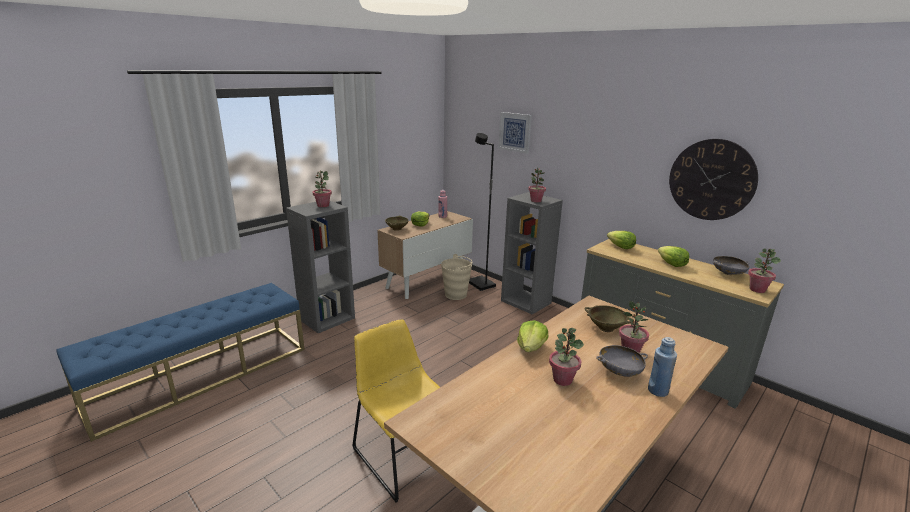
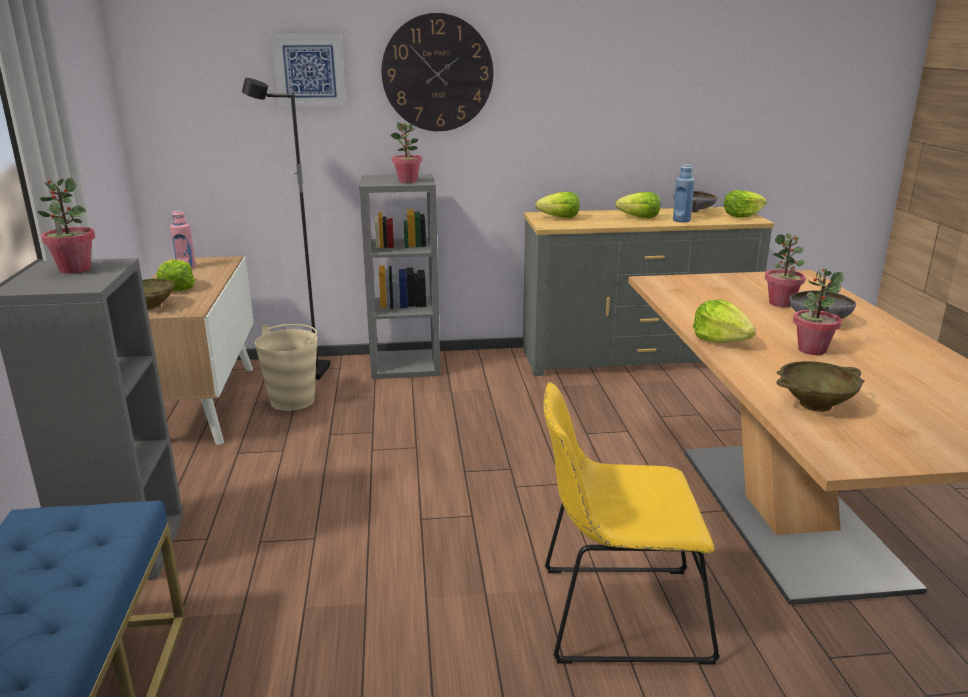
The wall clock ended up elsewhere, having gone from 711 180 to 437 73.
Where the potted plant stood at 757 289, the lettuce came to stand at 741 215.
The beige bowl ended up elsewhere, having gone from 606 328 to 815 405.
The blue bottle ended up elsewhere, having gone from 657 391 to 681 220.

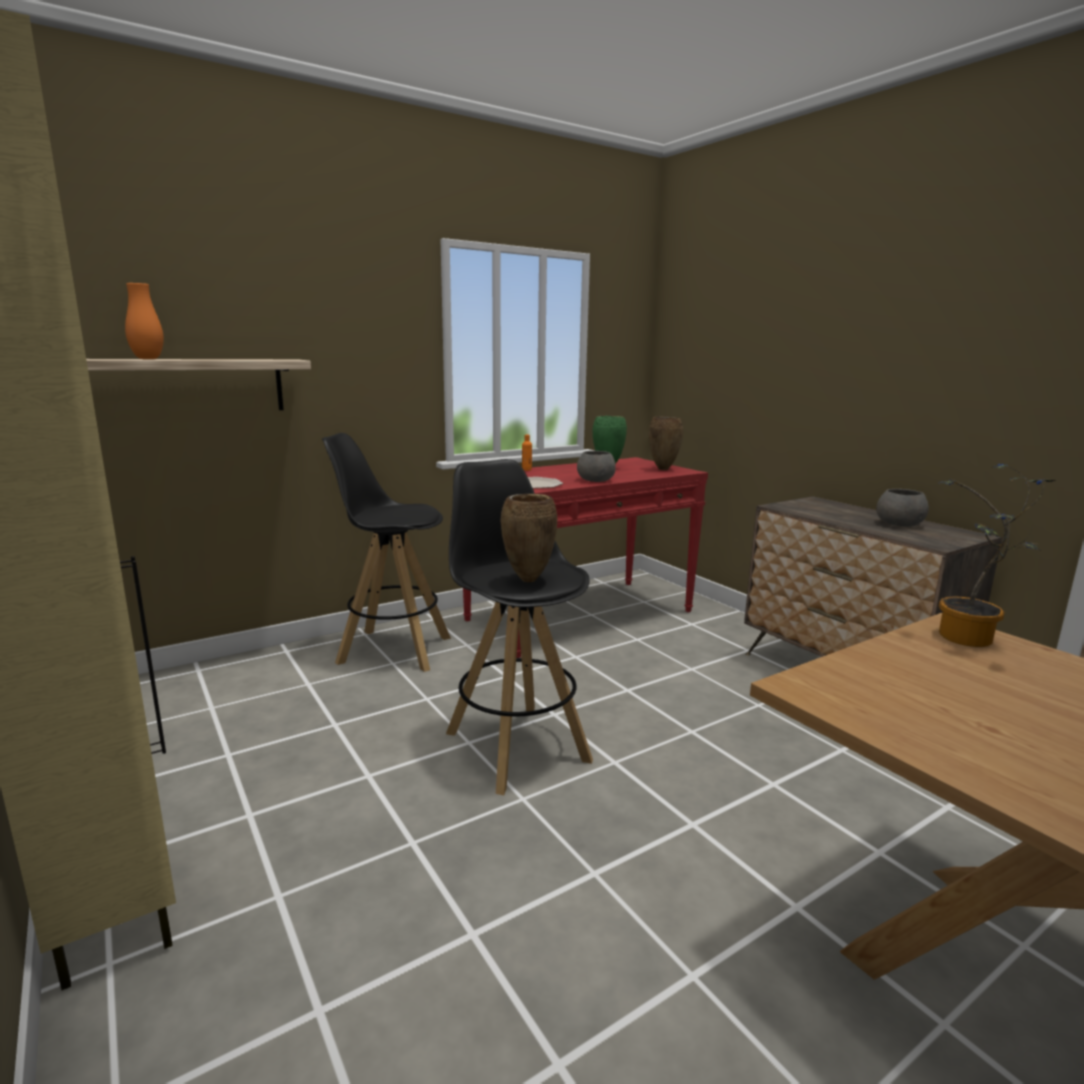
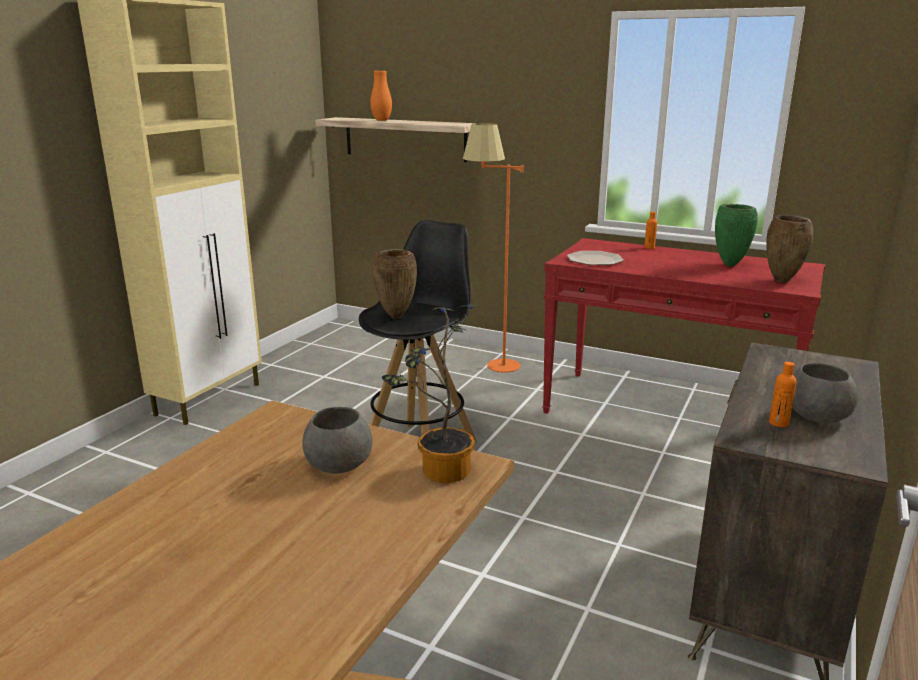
Where the black stool stood at 393 650, the orange floor lamp came to stand at 492 369.
The grey bowl ended up elsewhere, having gone from 596 480 to 338 464.
The second view gained the orange bottle at 778 423.

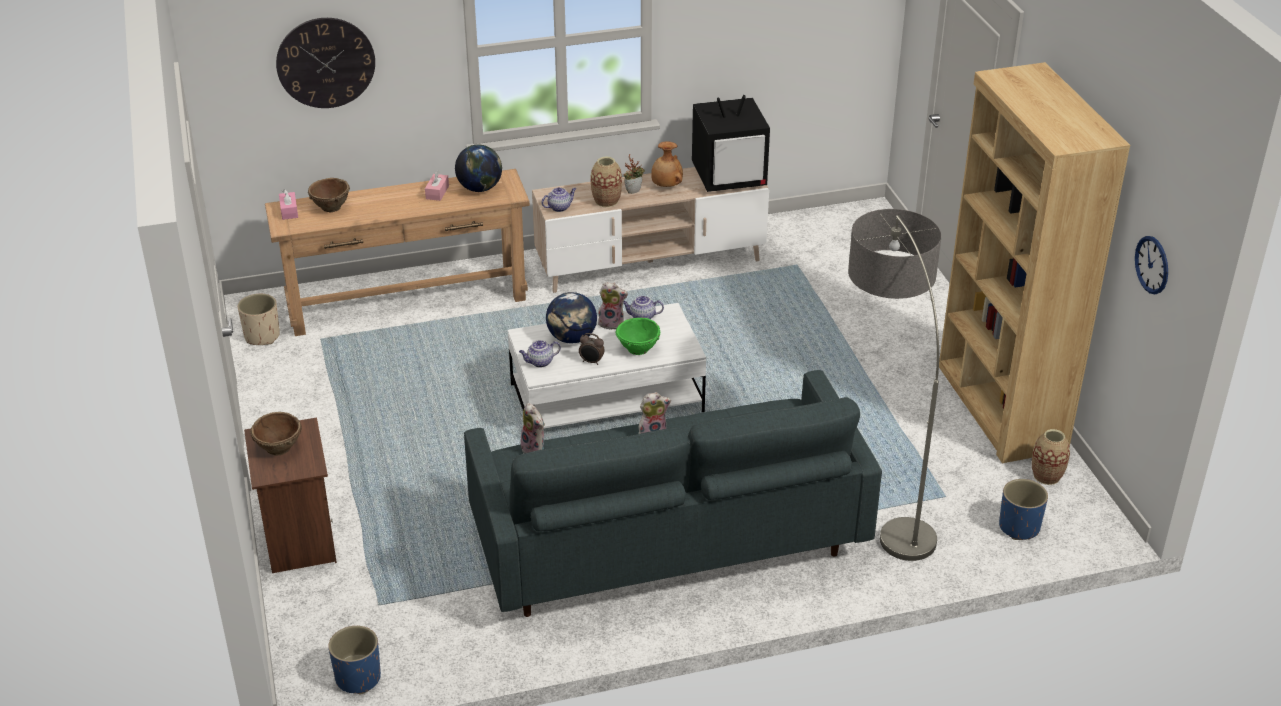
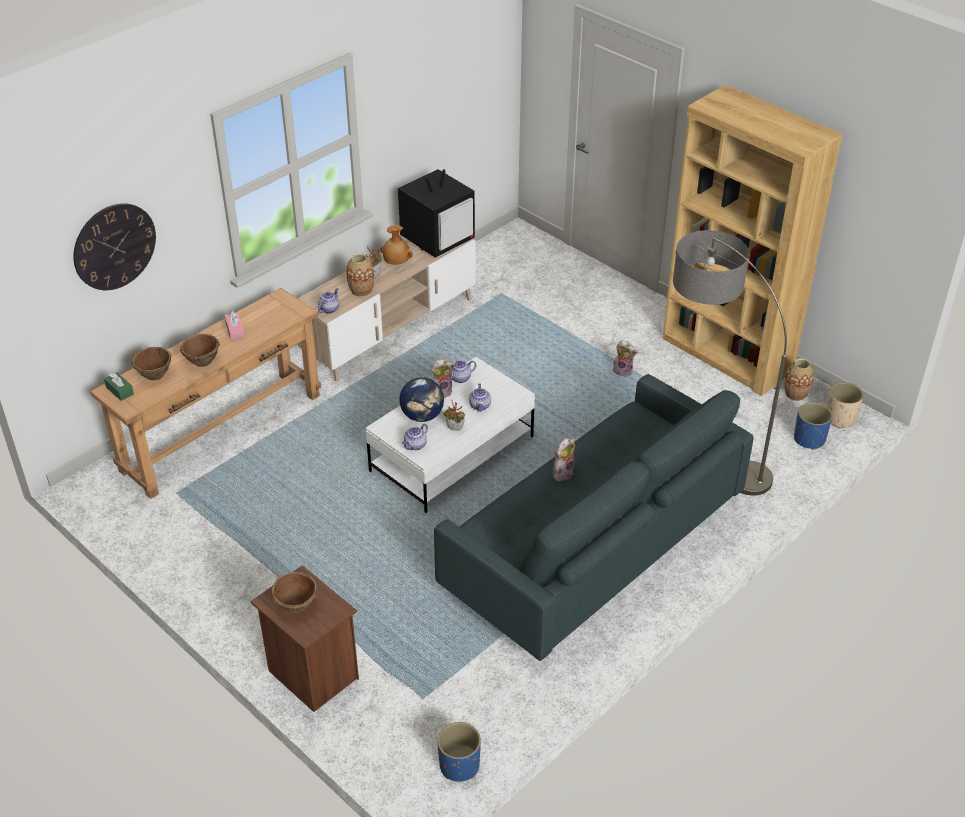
The second view lost the globe at 480 189.
What was the pink tissue box at 289 211 turned into the green tissue box at 120 391.
The second view lost the wall clock at 1152 264.
The beige planter ended up elsewhere, having gone from 262 336 to 840 418.
Where the green bowl stood at 638 349, the teapot came to stand at 480 406.
Where the alarm clock stood at 591 362, the potted plant came to stand at 454 430.
The plush toy ended up elsewhere, having gone from 535 449 to 623 371.
The second view gained the brown bowl at 202 361.

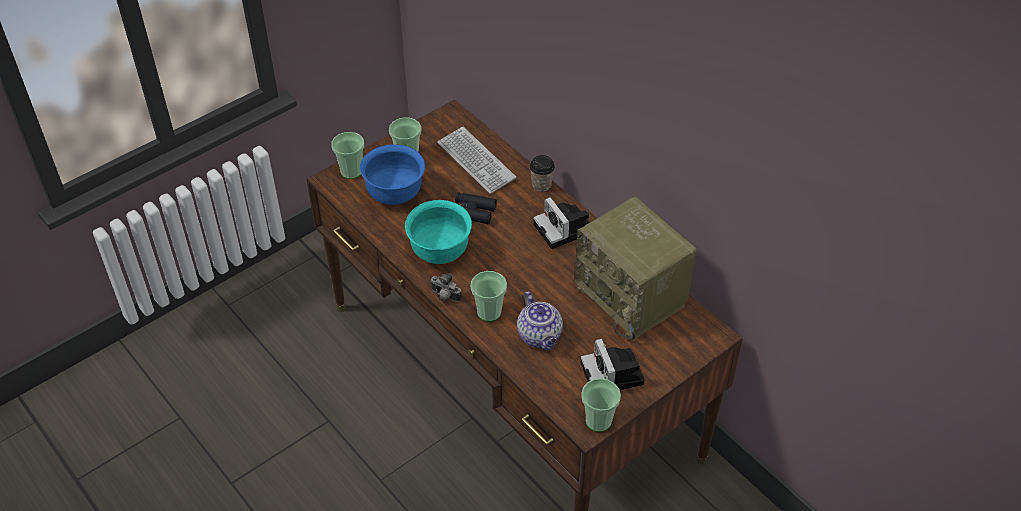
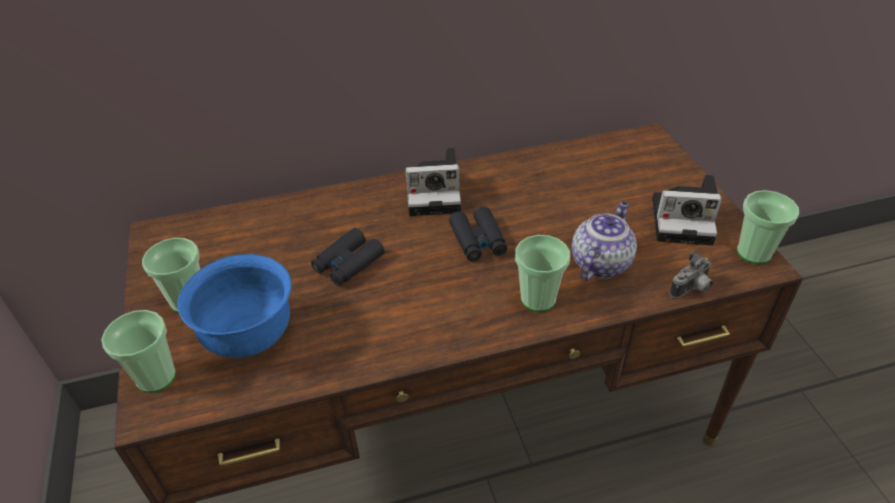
The second view lost the keyboard at 476 161.
The second view lost the cup at 541 185.
The second view lost the radio at 632 297.
The second view lost the turquoise bowl at 440 252.
The photo camera ended up elsewhere, having gone from 444 297 to 691 289.
The teapot at 540 336 ended up facing another way, 60 degrees counterclockwise from before.
The second view gained the black binoculars at 478 240.

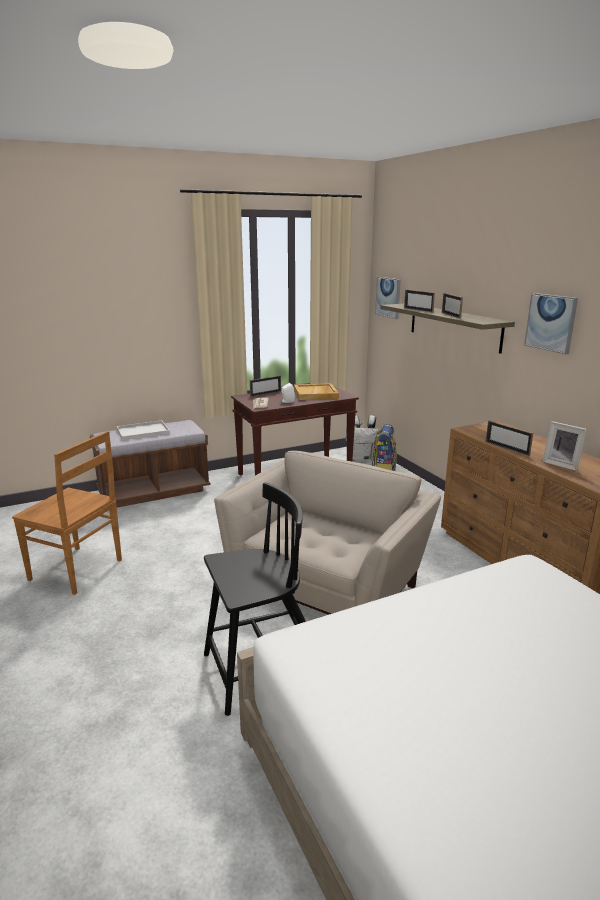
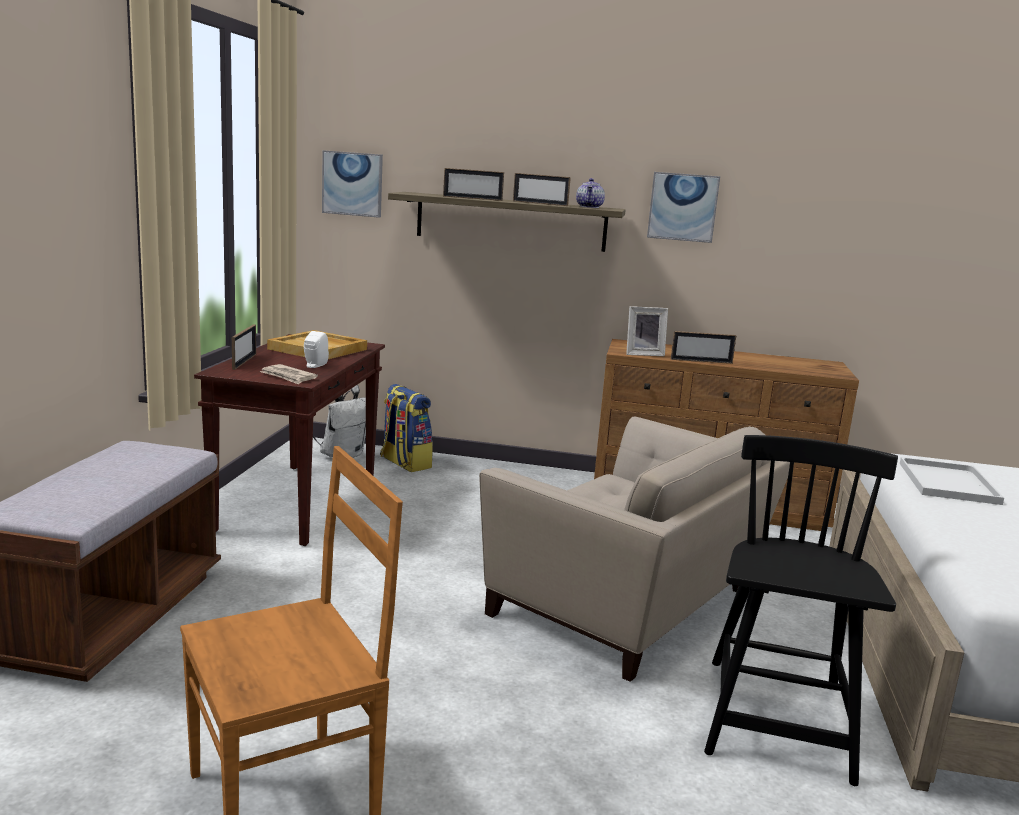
The white tray ended up elsewhere, having gone from 144 431 to 946 482.
The picture frame ended up elsewhere, having gone from 562 464 to 643 354.
The beige armchair at 327 585 ended up facing another way, 150 degrees clockwise from before.
The second view gained the teapot at 589 207.

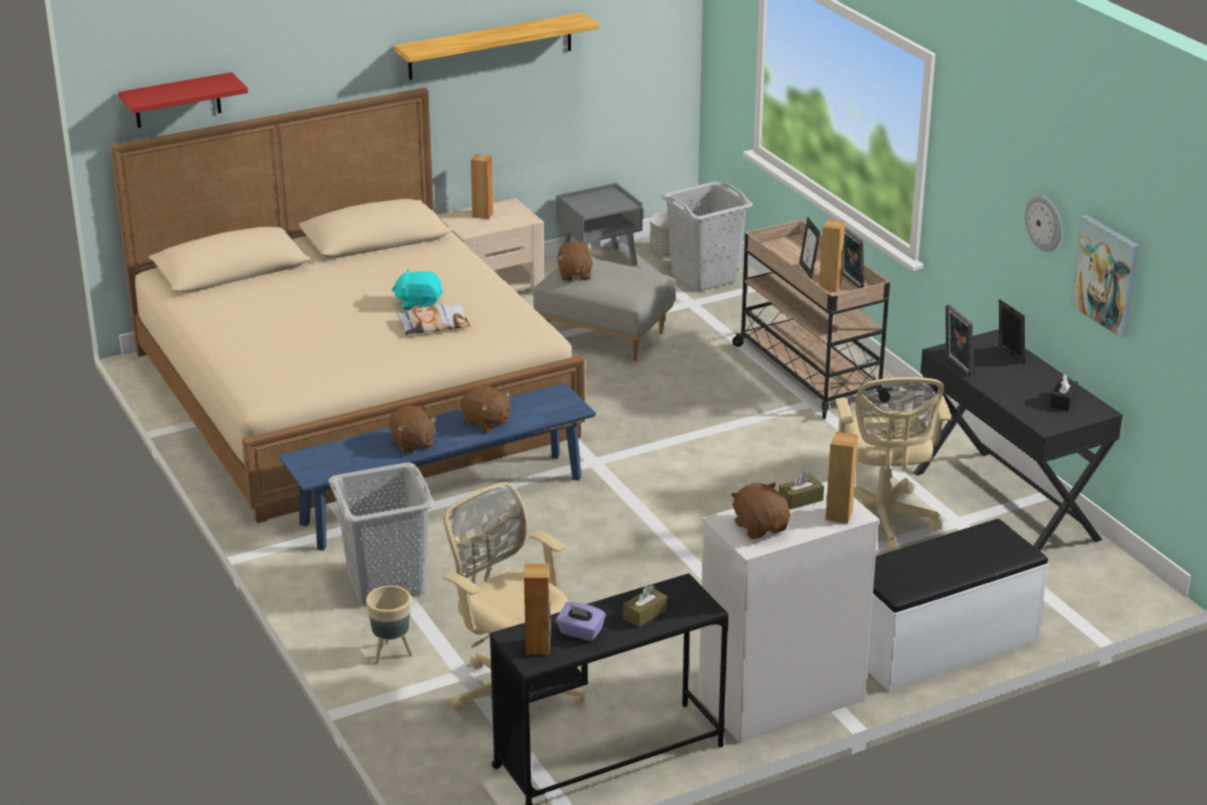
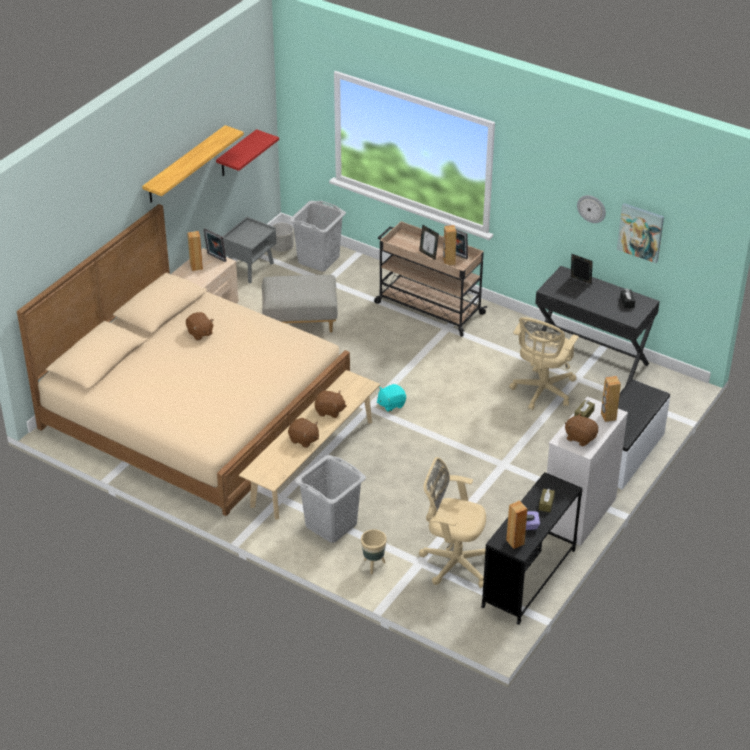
The red shelf ended up elsewhere, having gone from 177 100 to 236 154.
The brown plush toy ended up elsewhere, having gone from 574 275 to 200 333.
The turquoise plush toy ended up elsewhere, having gone from 419 303 to 391 404.
The second view lost the pillow at 433 325.
The picture frame ended up elsewhere, having gone from 956 366 to 215 258.
The beige office chair at 882 523 ended up facing another way, 60 degrees clockwise from before.
What was the blue bench at 443 501 turned into the beige bench at 312 463.

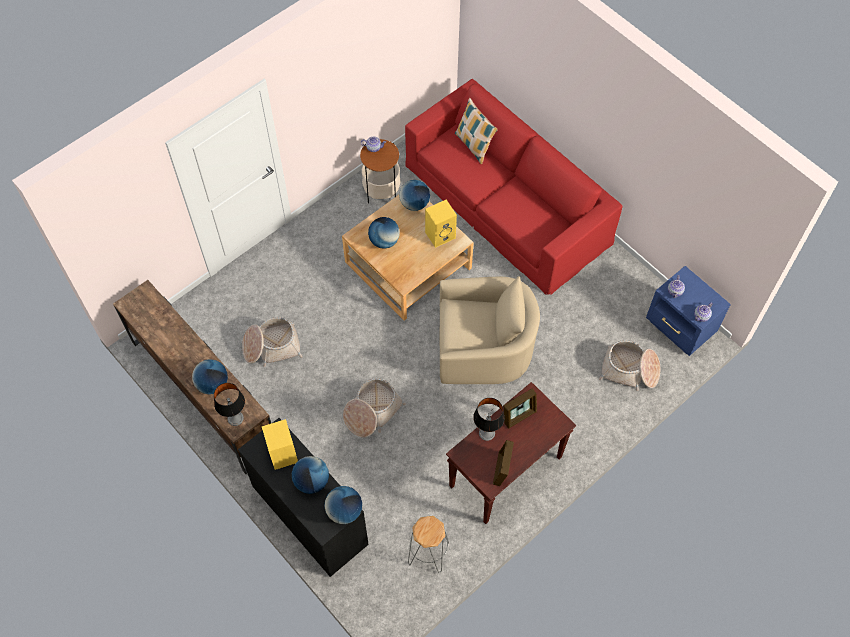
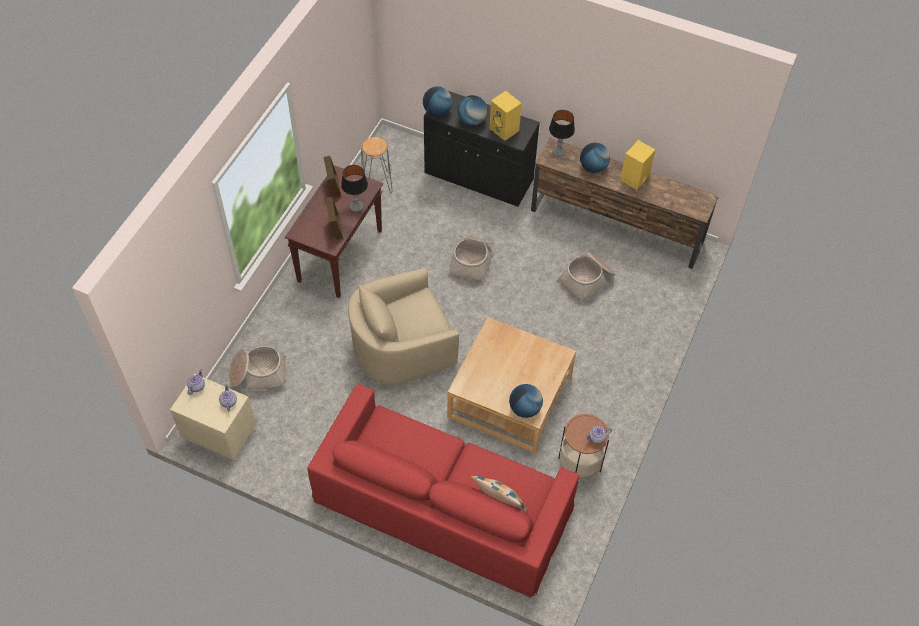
The yellow speaker ended up elsewhere, having gone from 440 234 to 634 179.
The second view lost the globe at 384 241.
What was the blue nightstand at 680 328 turned into the beige nightstand at 219 432.
The picture frame at 519 415 ended up facing another way, 135 degrees clockwise from before.

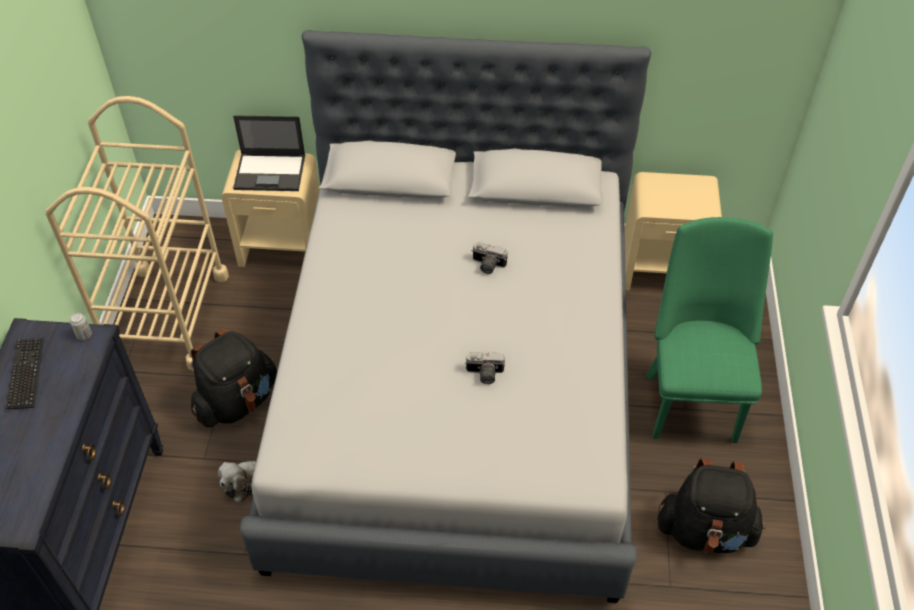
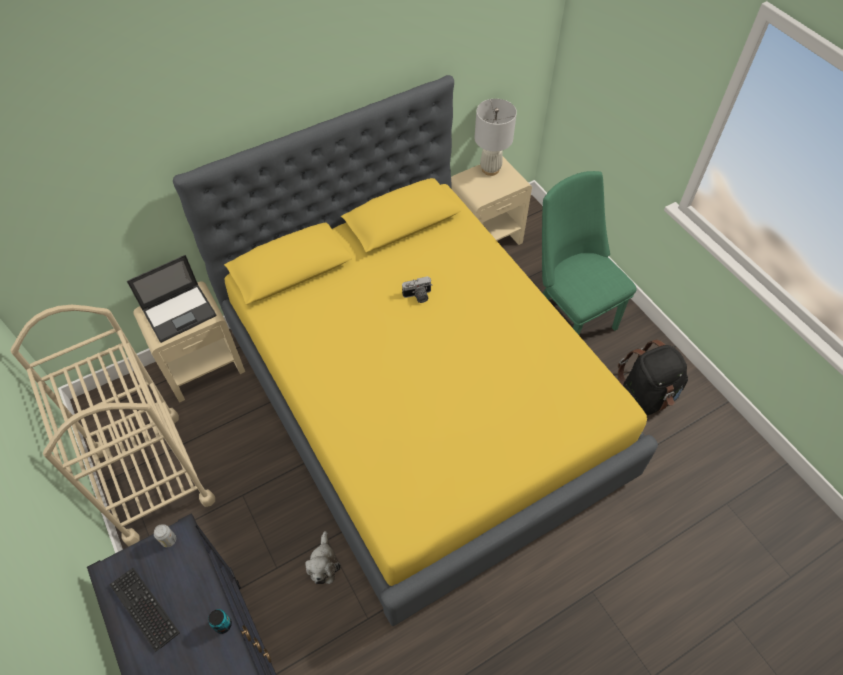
What was the grey bed at 457 391 turned into the yellow bed at 421 400.
The second view lost the black backpack at 237 401.
The second view lost the photo camera at 484 374.
The second view gained the white table lamp at 490 169.
The second view gained the can at 223 624.

